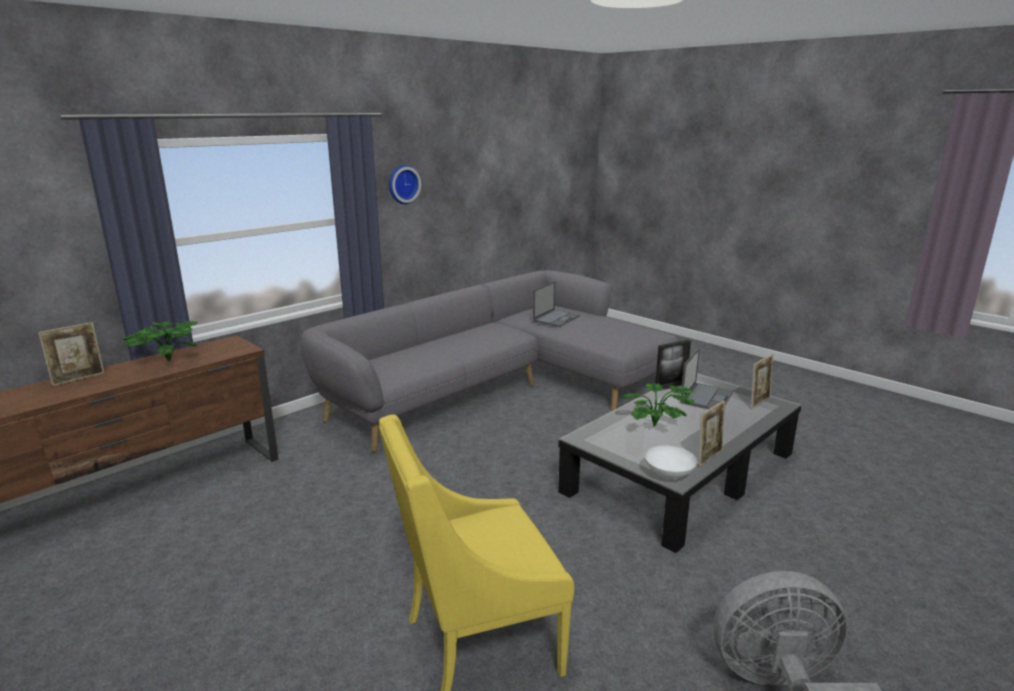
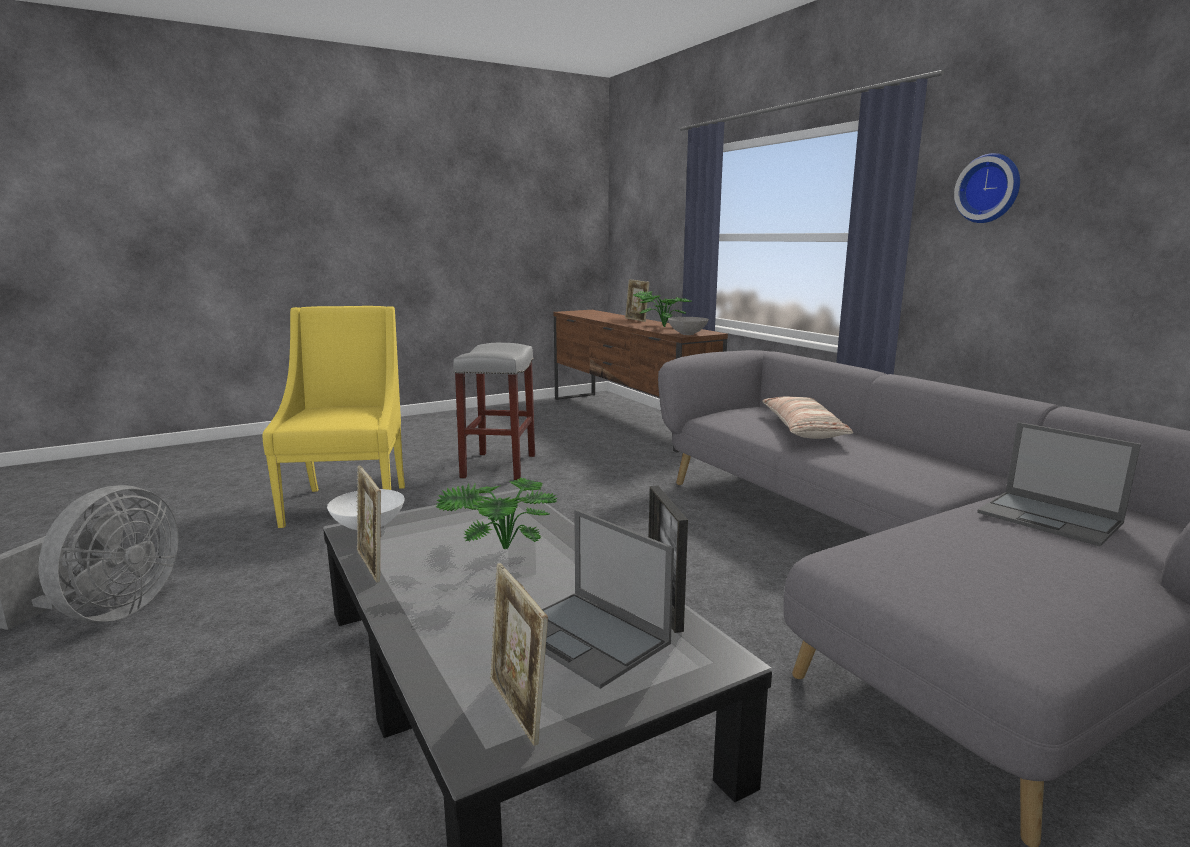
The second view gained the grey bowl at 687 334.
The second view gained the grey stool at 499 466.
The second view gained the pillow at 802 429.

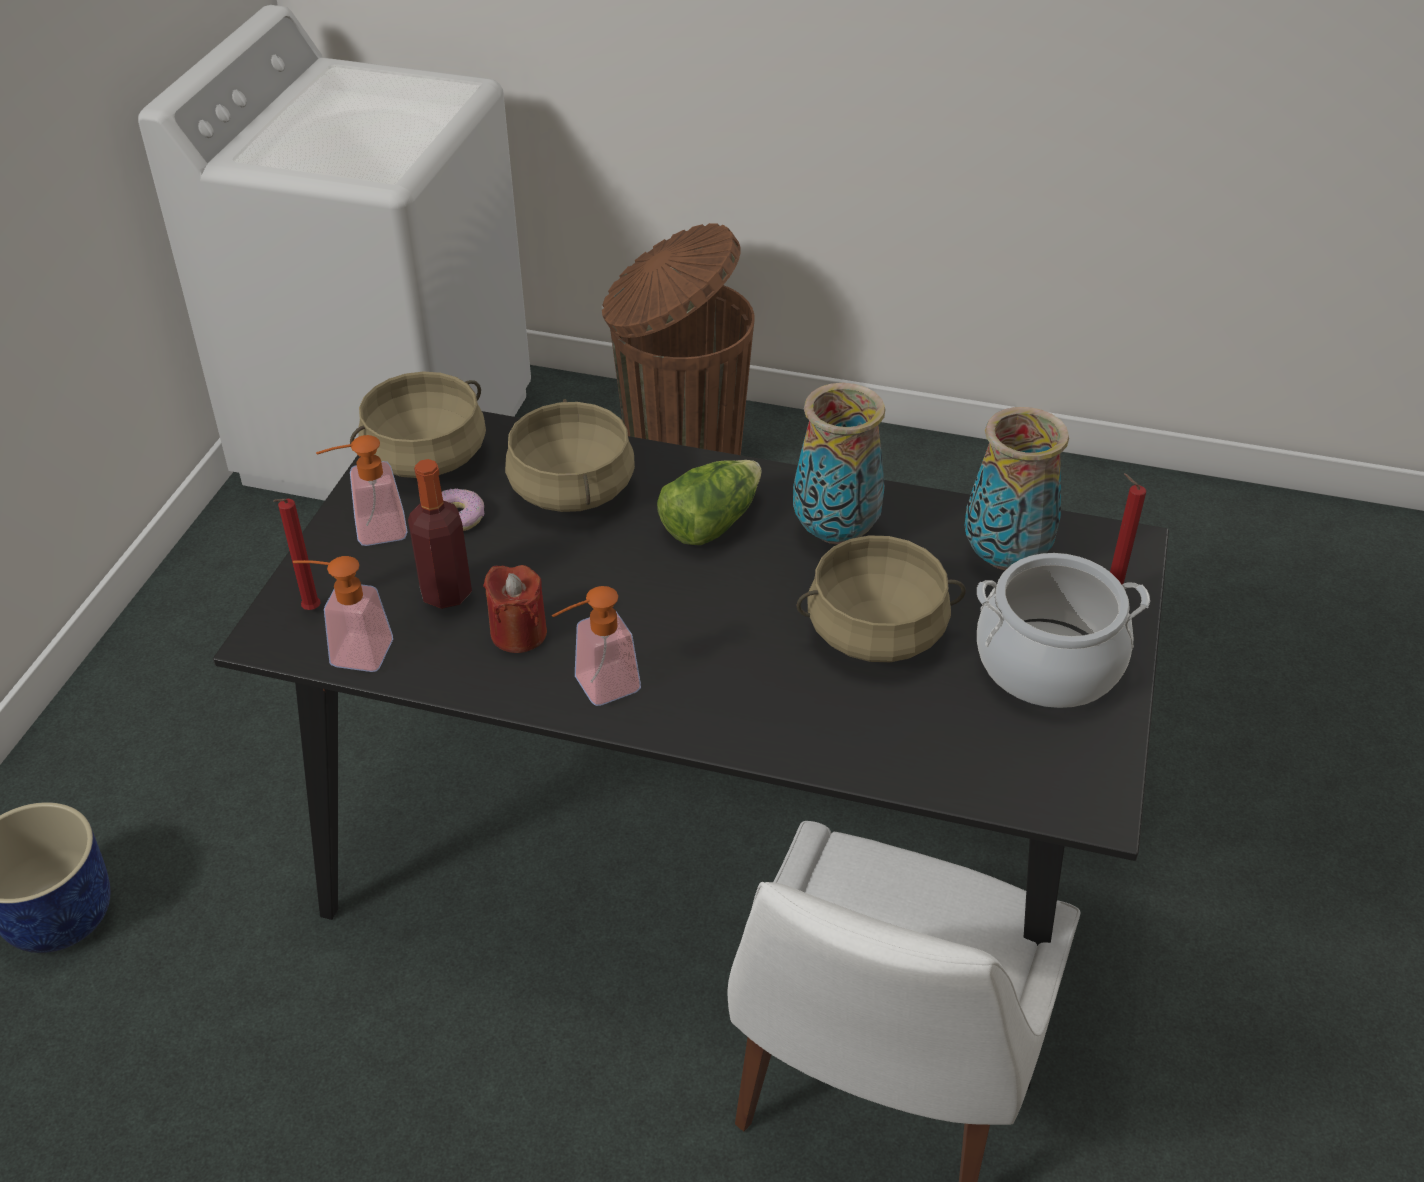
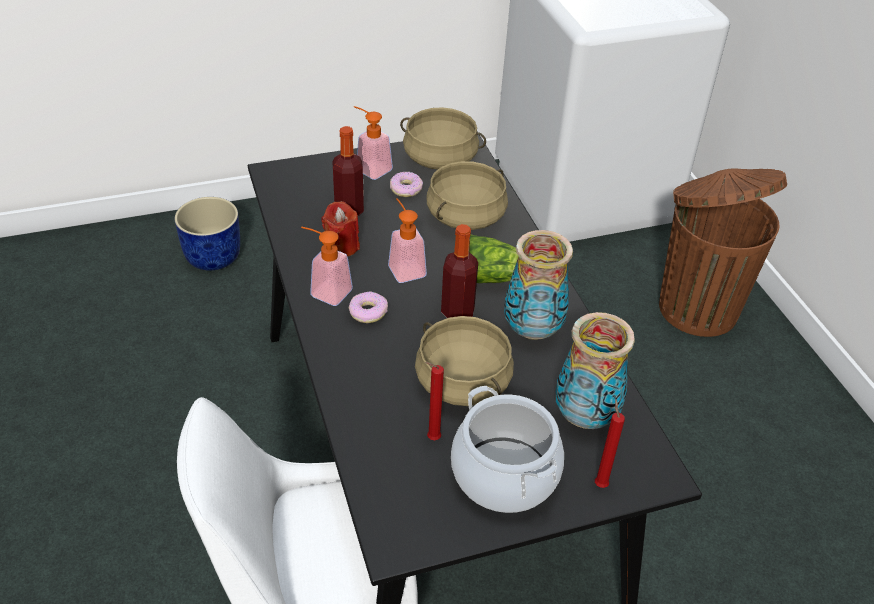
The red candle ended up elsewhere, having gone from 310 611 to 431 438.
The soap dispenser ended up elsewhere, having gone from 350 652 to 404 267.
The second view gained the bottle at 457 311.
The second view gained the donut at 368 312.

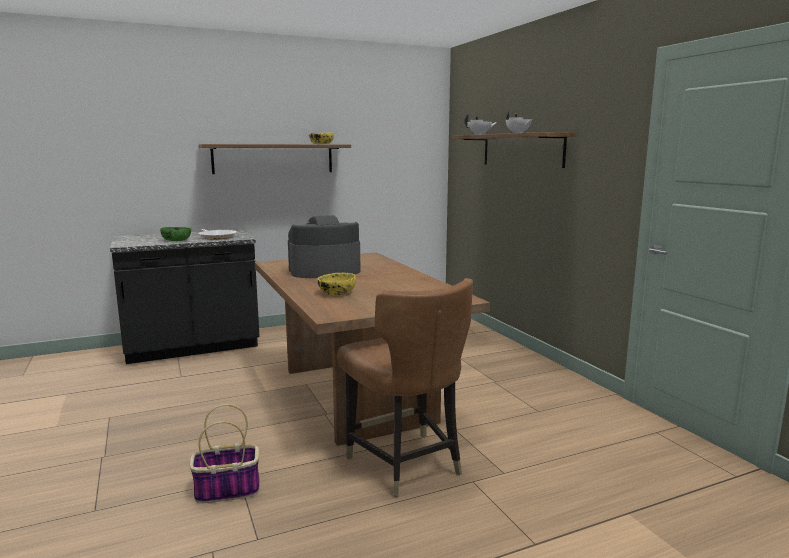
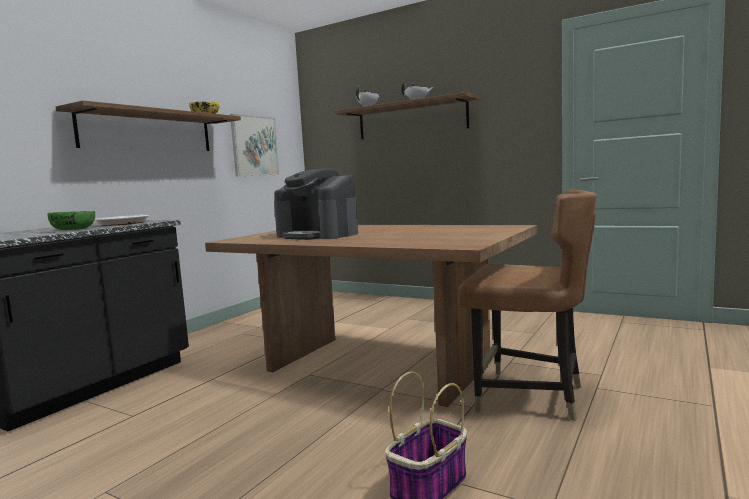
The coffee machine at 324 271 ended up facing another way, 90 degrees counterclockwise from before.
The second view lost the yellow bowl at 336 293.
The second view gained the picture at 254 146.

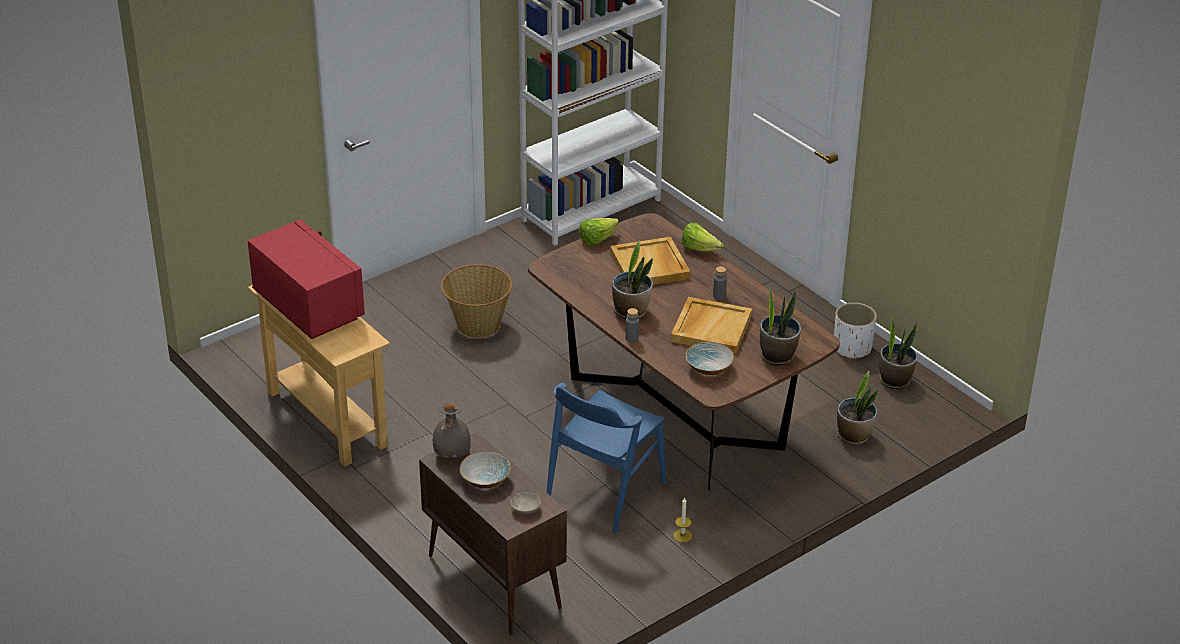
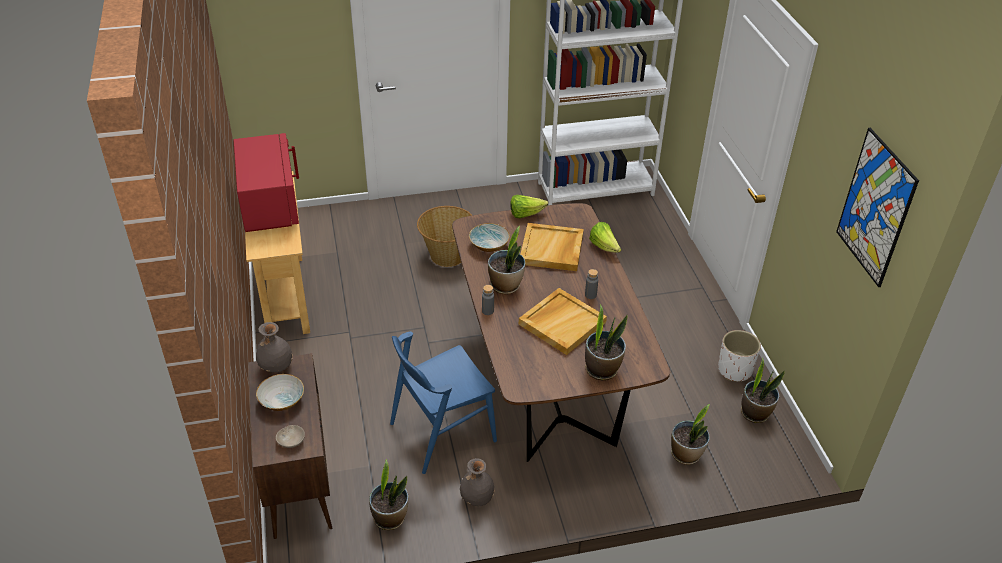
The bowl ended up elsewhere, having gone from 709 367 to 489 245.
Where the candle stood at 682 535, the grey vase came to stand at 476 497.
The second view gained the picture at 875 208.
The second view gained the potted plant at 390 518.

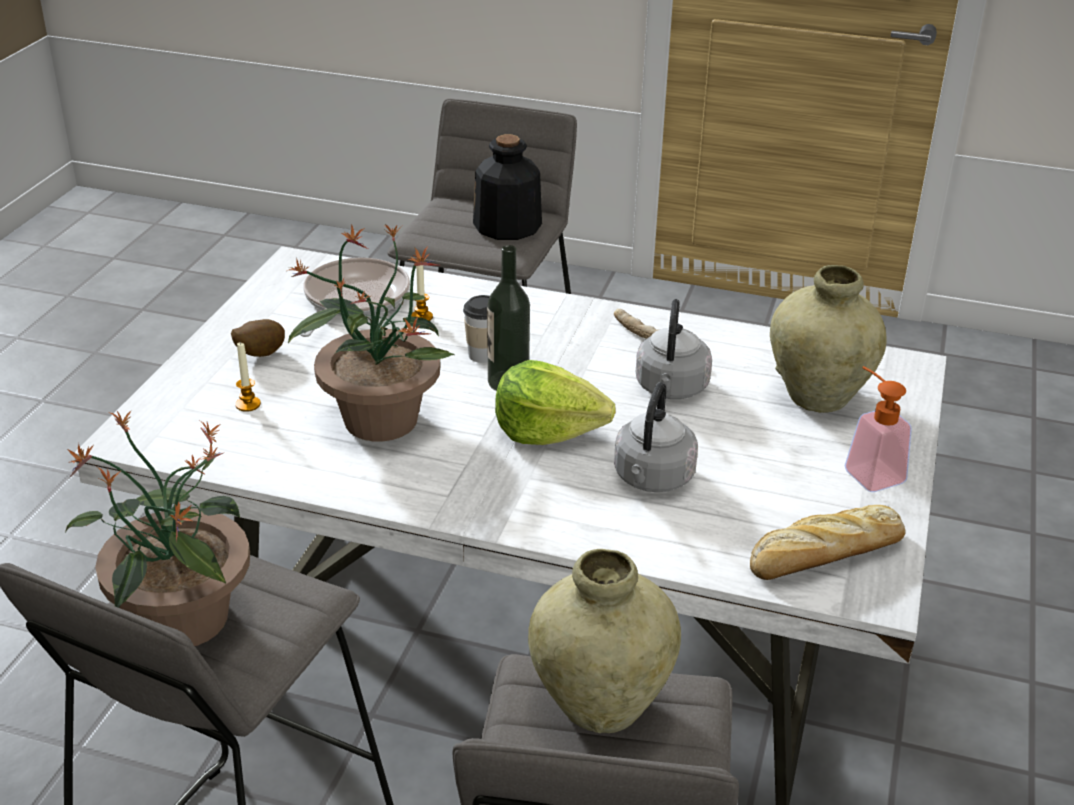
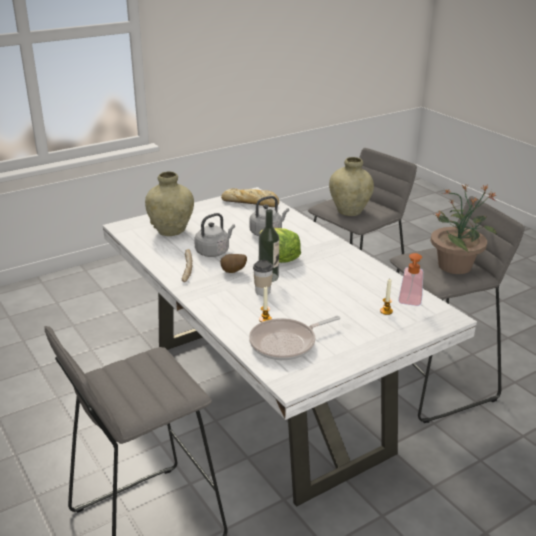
The second view lost the bottle at 507 226.
The second view lost the potted plant at 379 418.
The potato ended up elsewhere, having gone from 259 354 to 233 272.
The soap dispenser ended up elsewhere, having gone from 868 471 to 409 302.

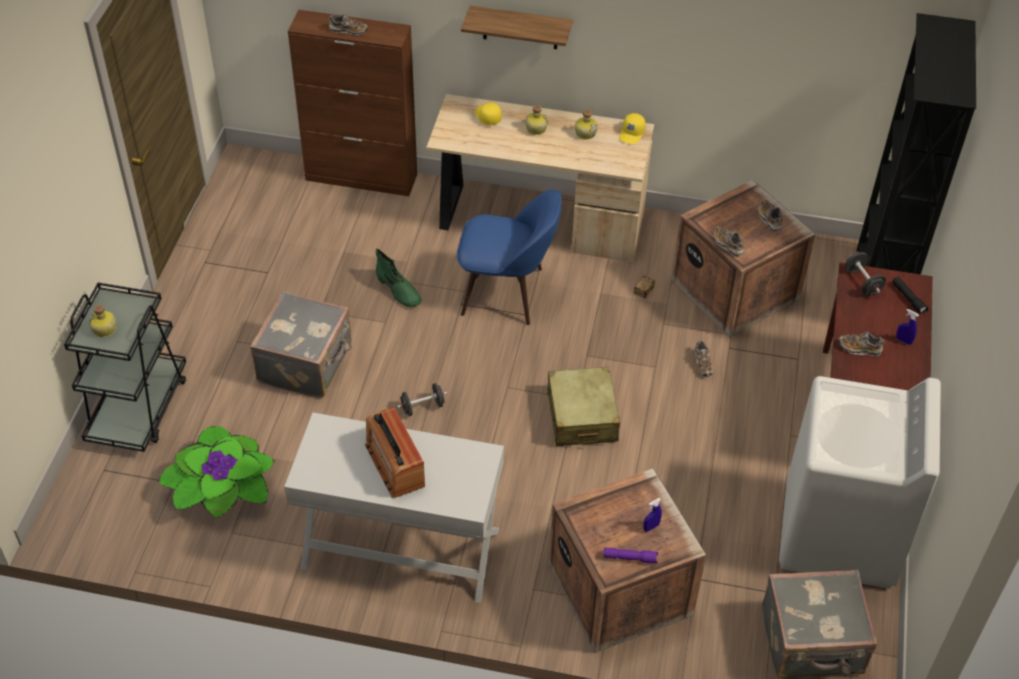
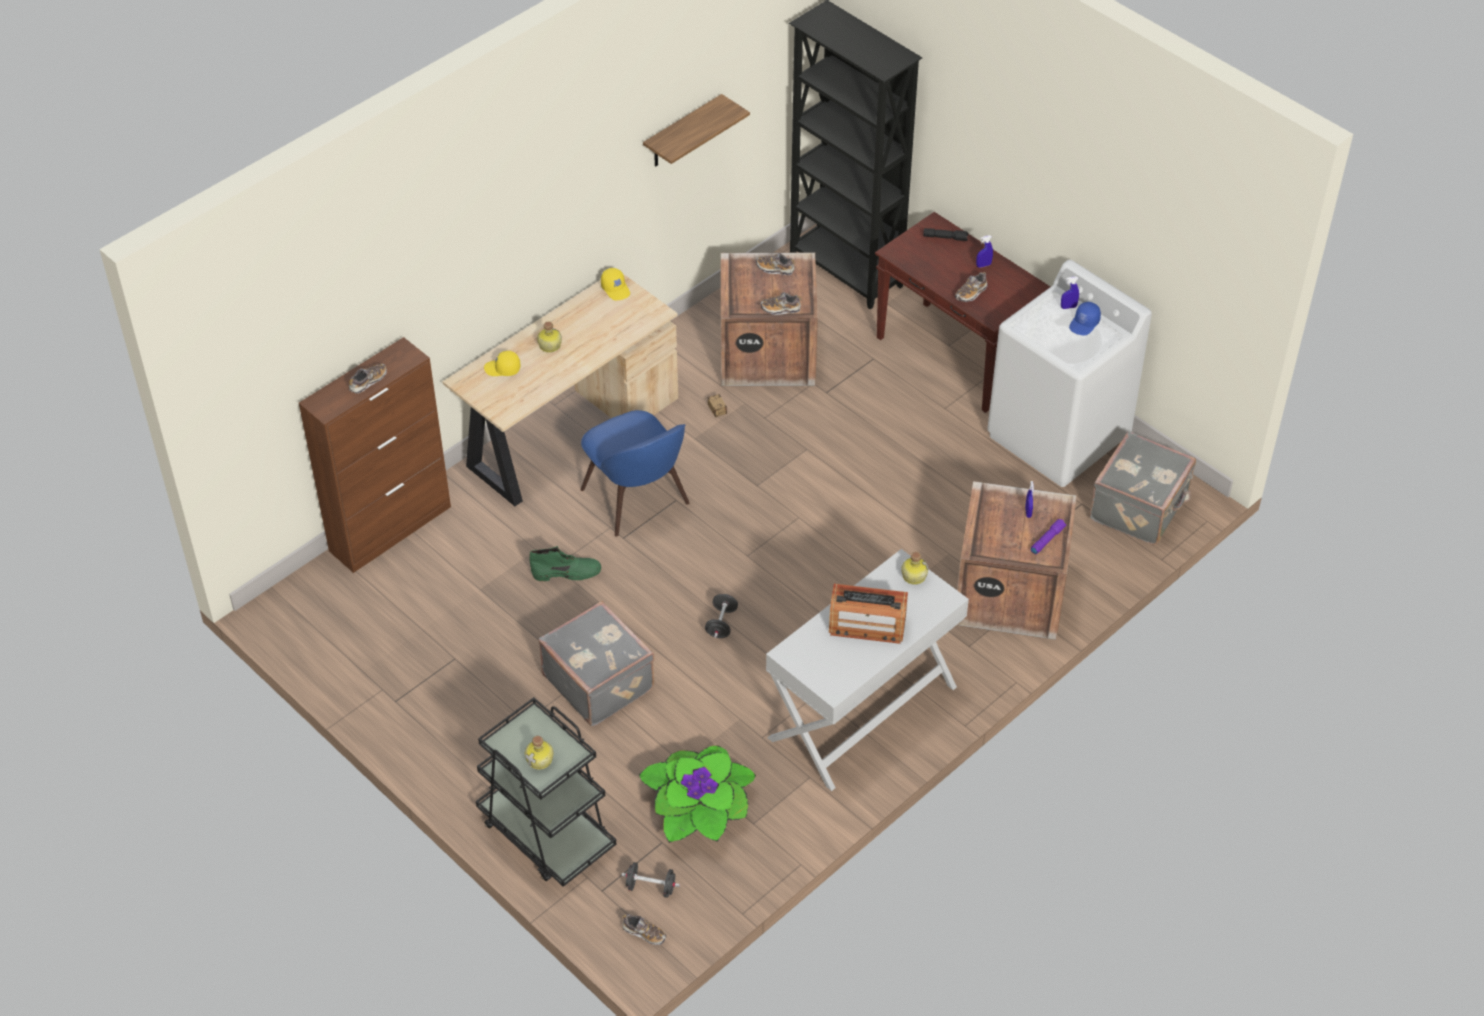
The shelf ended up elsewhere, having gone from 520 27 to 683 133.
The bottle ended up elsewhere, having gone from 585 133 to 913 575.
The blue chair at 506 292 ended up facing another way, 105 degrees clockwise from before.
The black dumbbell ended up elsewhere, having gone from 862 282 to 651 887.
The shoe ended up elsewhere, having gone from 702 364 to 644 933.
The second view lost the beige suitcase at 582 416.
The second view gained the blue spray bottle at 1068 307.
The second view gained the blue cap at 1084 324.

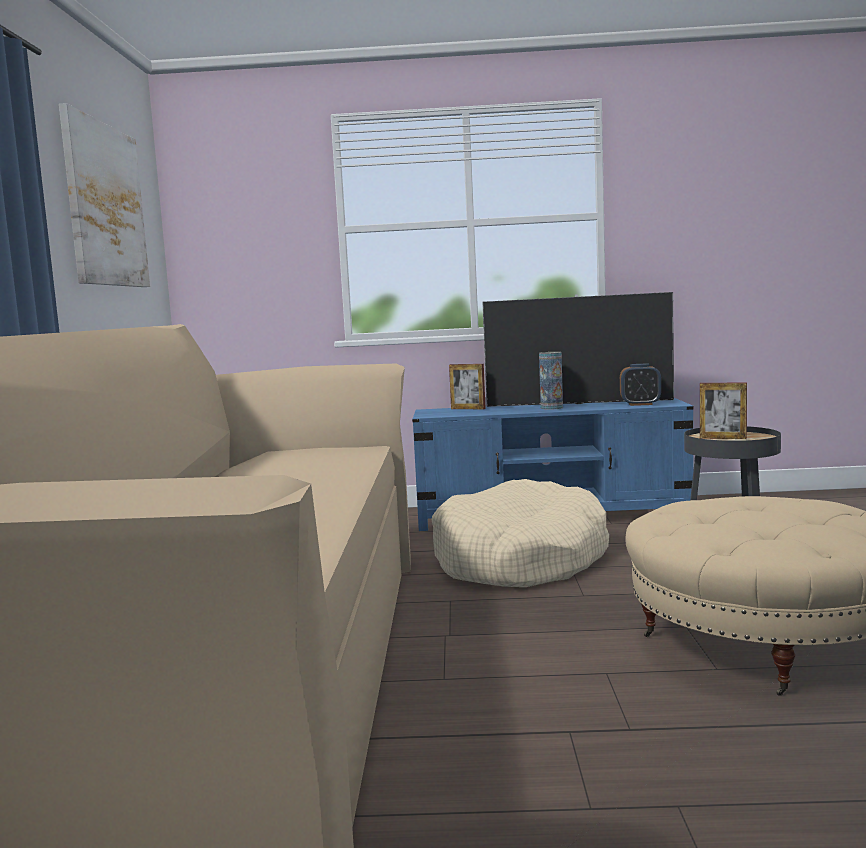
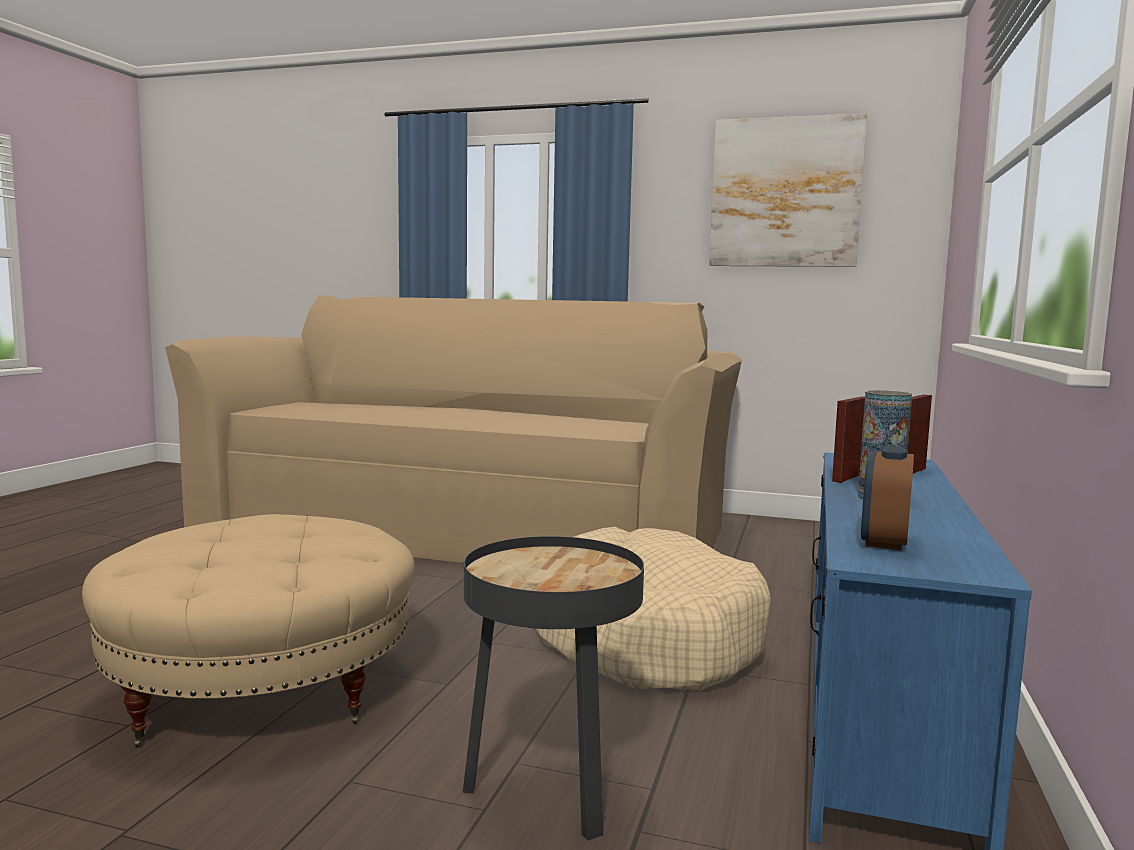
The second view lost the television at 578 404.
The picture frame ended up elsewhere, having gone from 723 438 to 848 477.

